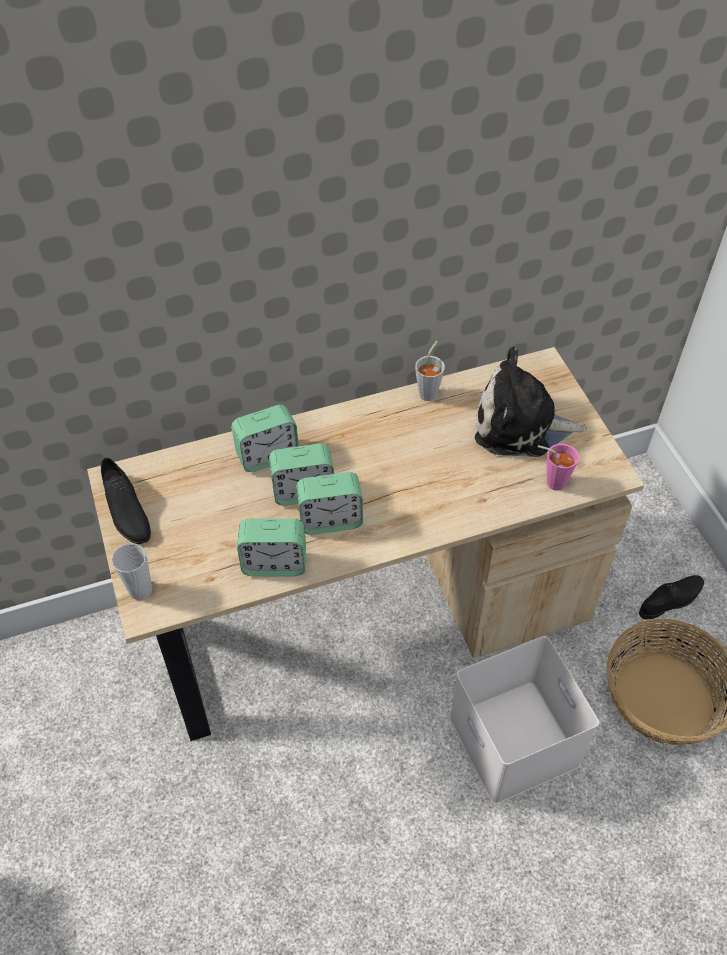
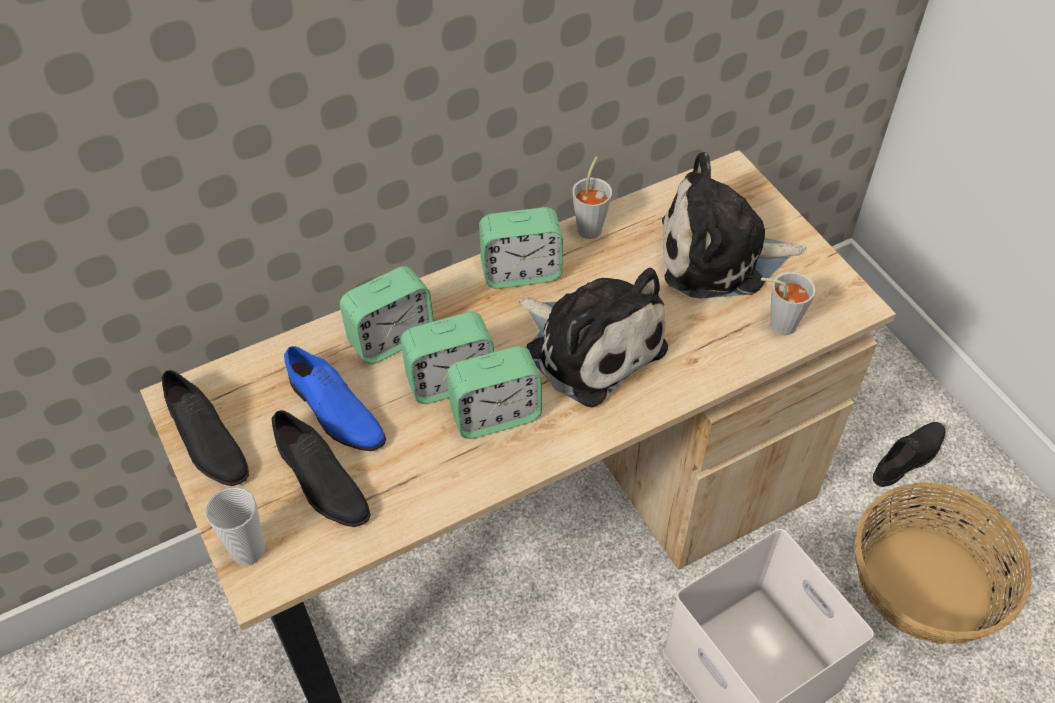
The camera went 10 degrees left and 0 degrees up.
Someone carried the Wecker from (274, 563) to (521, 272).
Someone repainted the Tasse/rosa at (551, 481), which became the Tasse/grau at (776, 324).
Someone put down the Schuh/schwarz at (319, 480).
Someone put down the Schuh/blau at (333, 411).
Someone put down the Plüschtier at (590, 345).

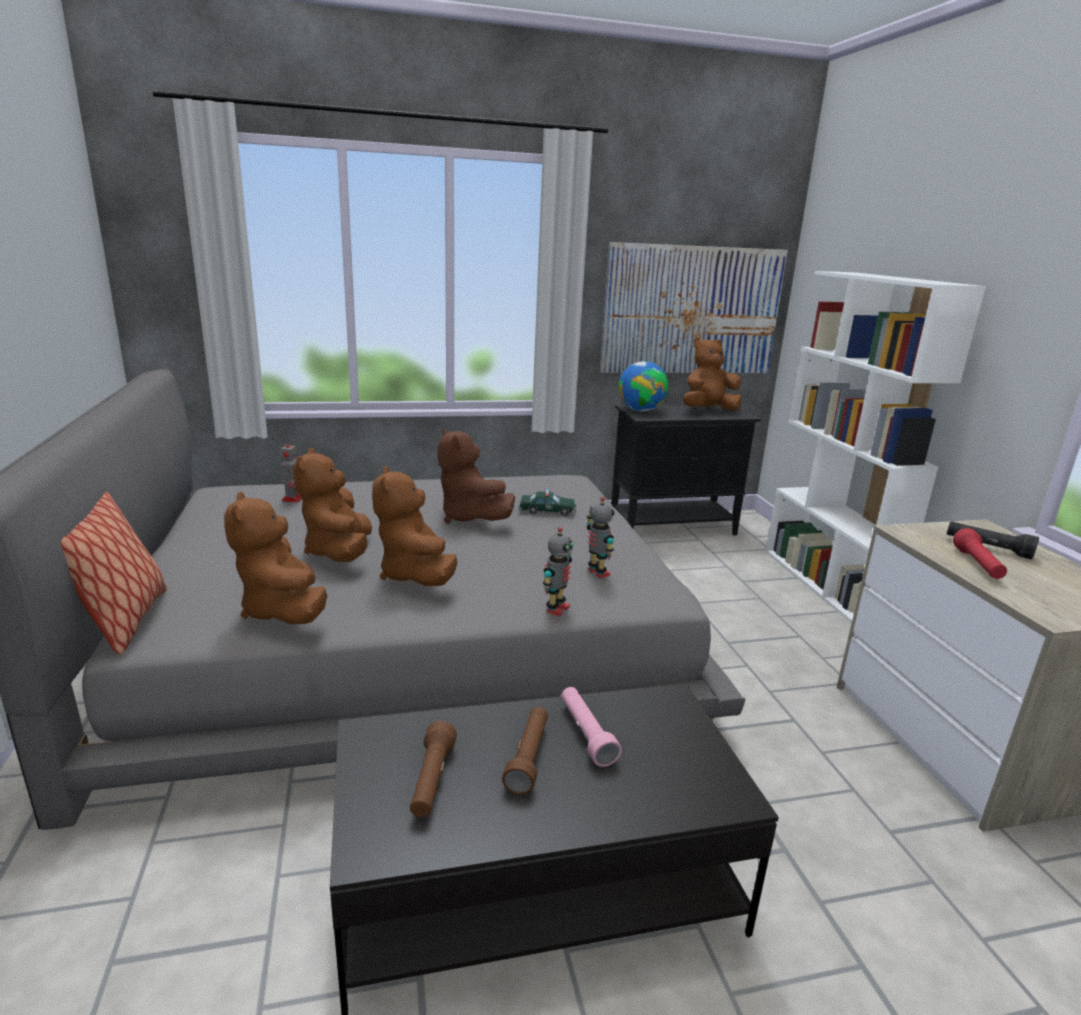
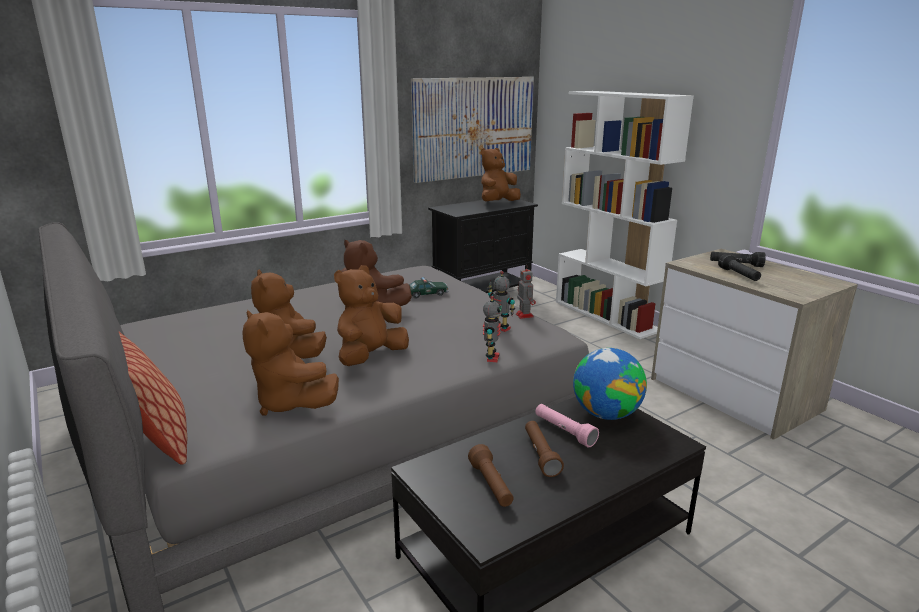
The camera went 20 degrees left and 0 degrees up.
Someone carried the Spielzeugroboter from (293, 498) to (524, 315).
Someone rotated the Plüschtier/braun at (416, 575) by 75 degrees clockwise.
Someone carried the Globus from (640, 410) to (606, 414).
Someone repainted the Taschenlampe/rot at (977, 565), which became the Taschenlampe/schwarz at (738, 275).

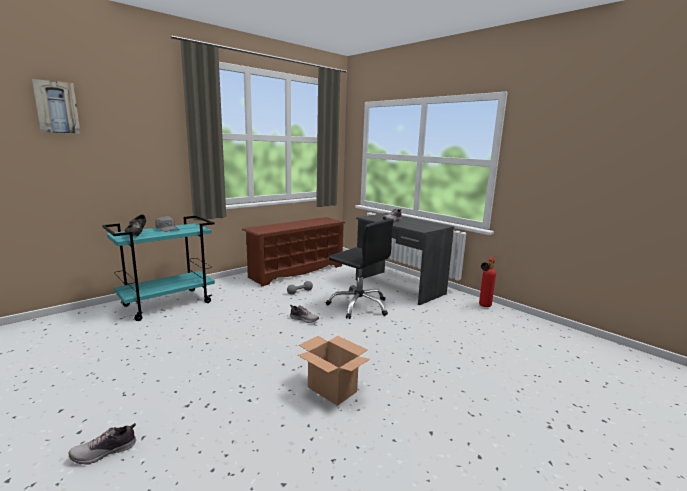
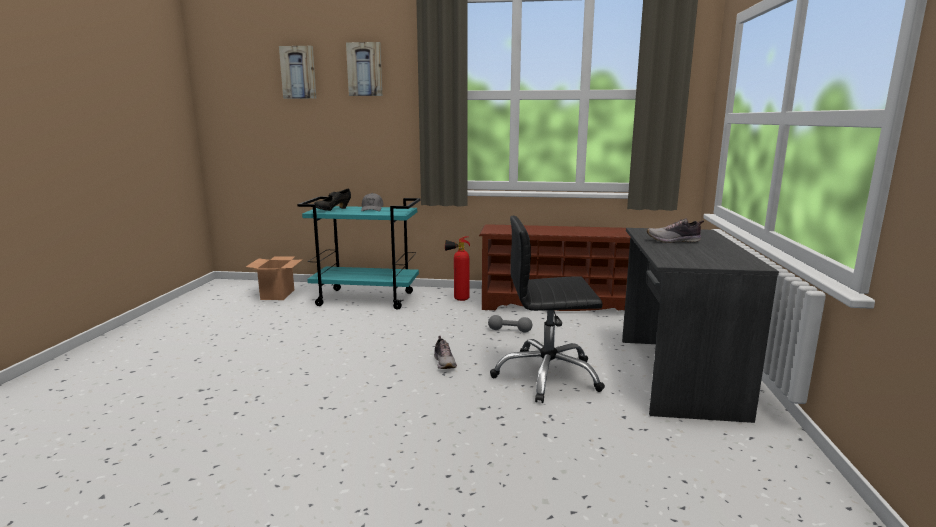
The camera went 50 degrees right and 0 degrees up.
Someone took away the Schuh at (105, 452).
Someone carried the Karton from (331, 389) to (277, 294).
Someone rotated the Bürostuhl/schwarz at (359, 306) by 90 degrees clockwise.
Someone carried the Feuerlöscher from (483, 306) to (457, 299).
Someone put up the Bild at (365, 69).

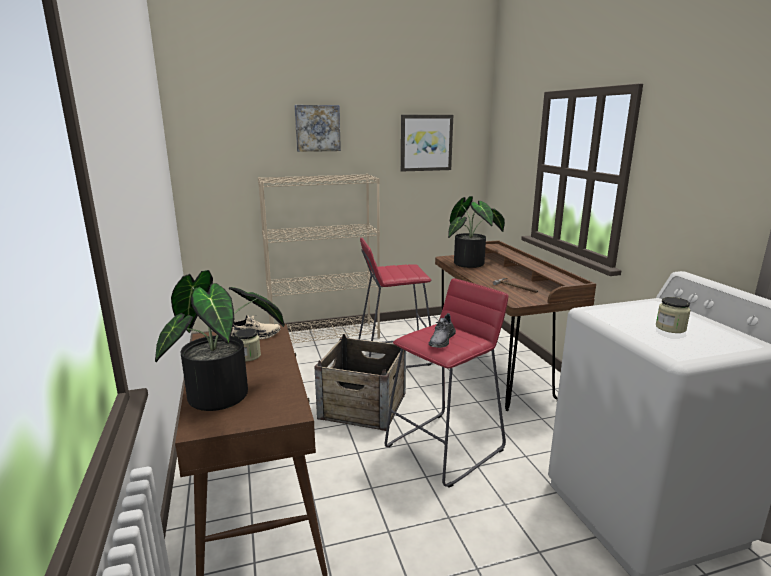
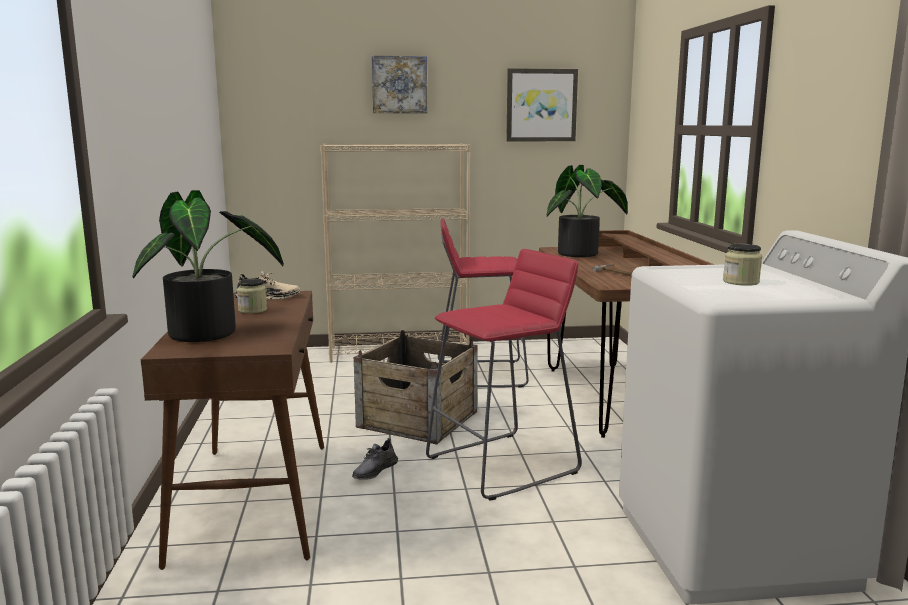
The camera went 10 degrees right and 5 degrees down.
Someone carried the Schuh/grau from (441, 340) to (374, 470).

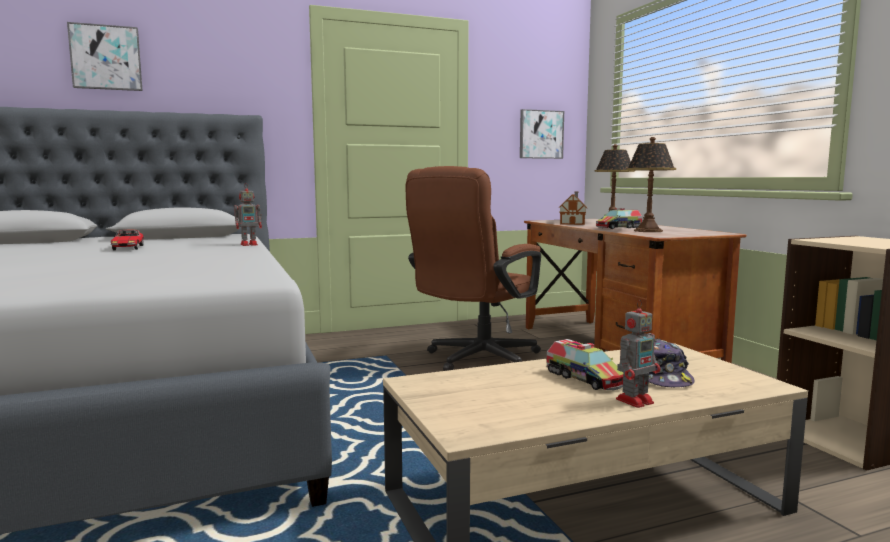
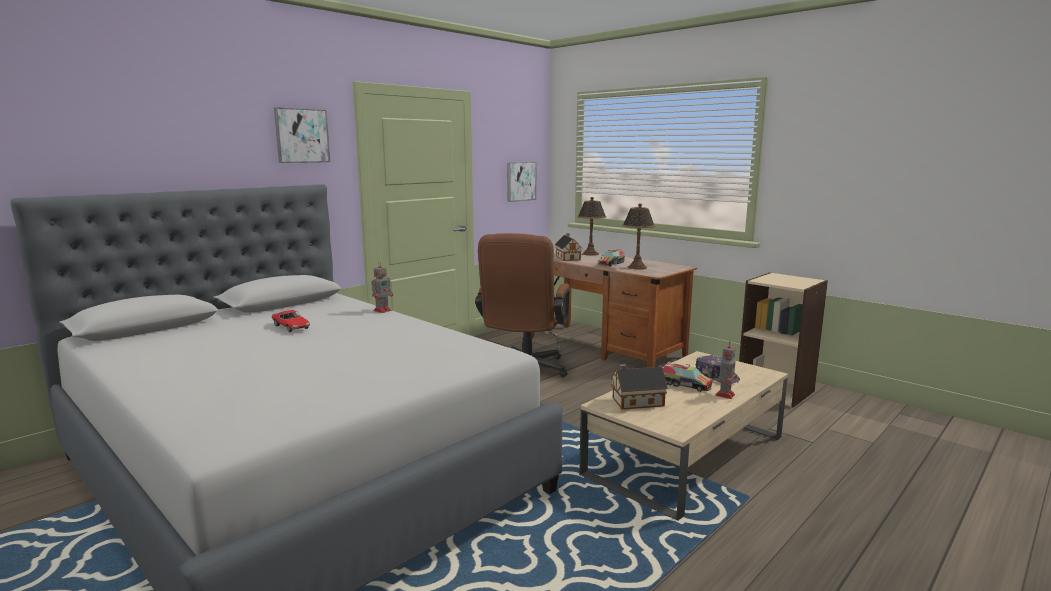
The camera went 25 degrees left and 5 degrees up.
Someone carried the Bild from (106, 58) to (301, 135).
Someone put down the Spielzeughaus at (635, 401).

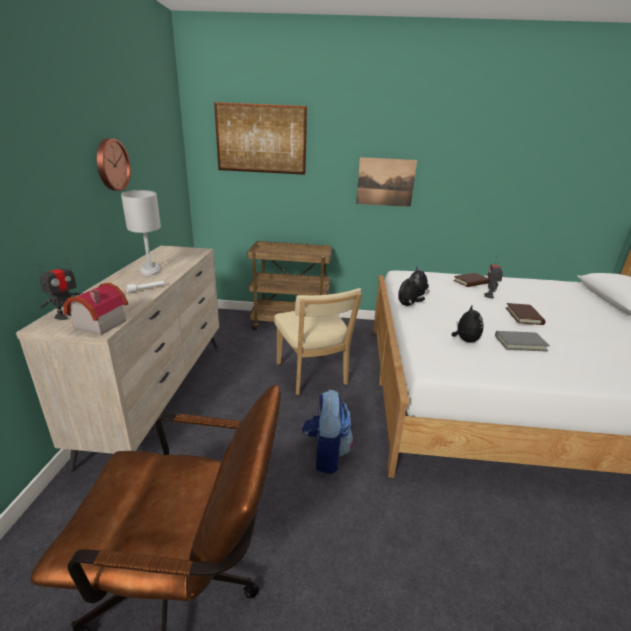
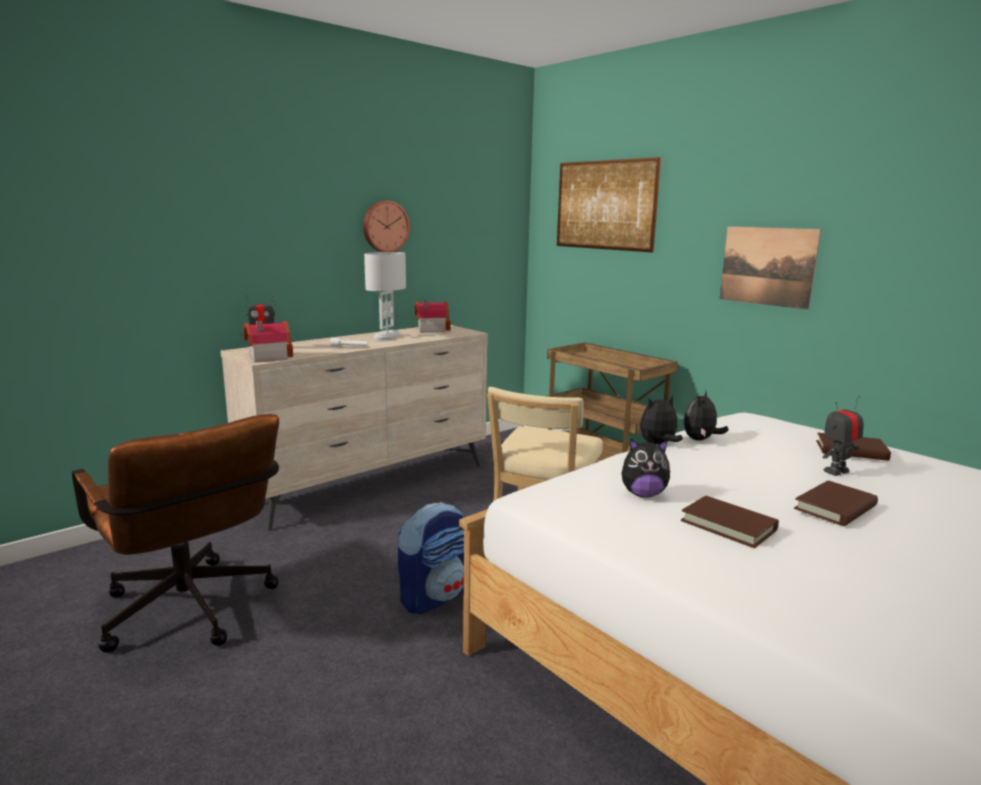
The camera went 45 degrees right and 10 degrees down.
Someone rotated the Plüschtier at (465, 340) by 45 degrees clockwise.
Someone repainted the Buch/grau at (520, 343), which became the Buch/braun at (728, 525).
Someone put down the Spielzeughaus at (430, 329).

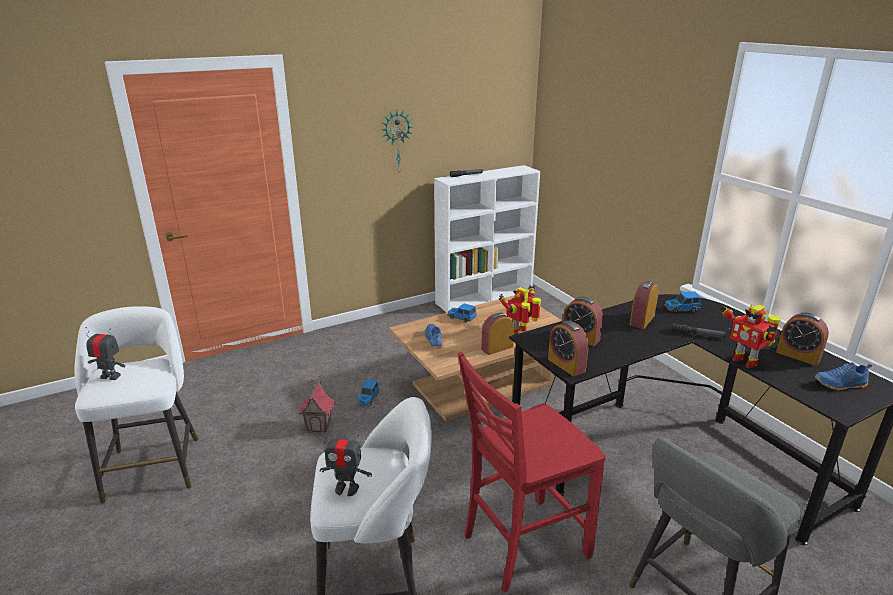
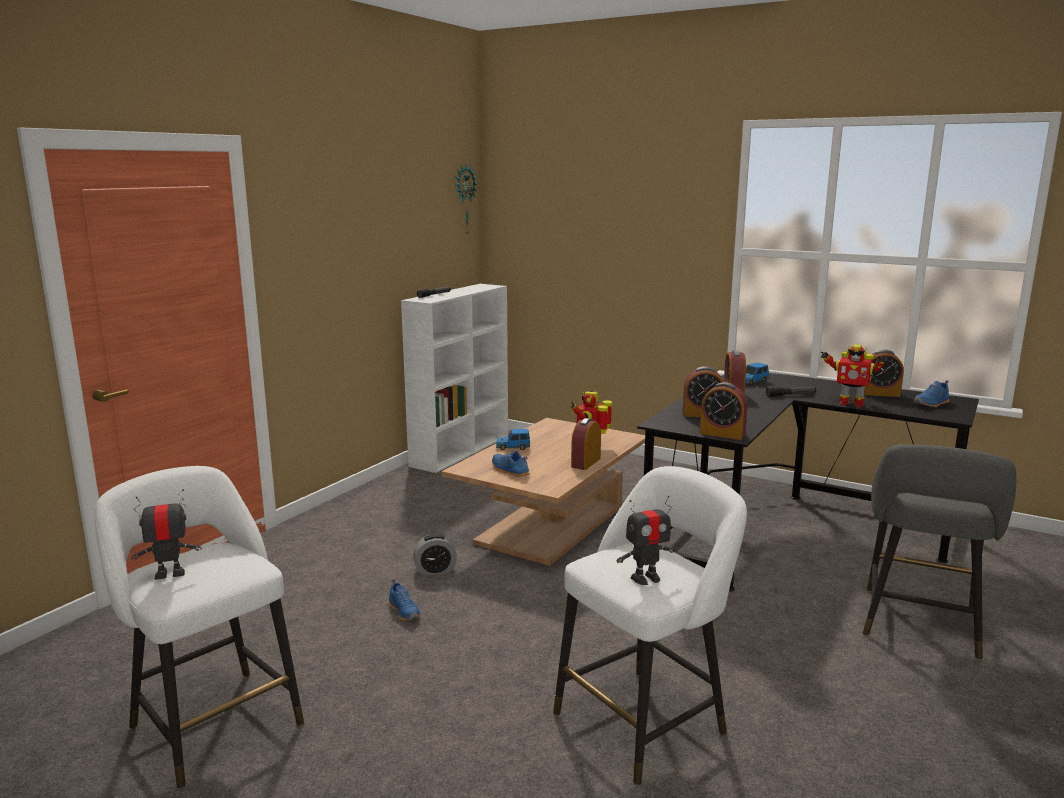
The camera went 30 degrees left and 10 degrees down.
Someone swapped the Spielzeughaus at (319, 425) for the Schuh/blau at (405, 611).
Someone swapped the Spielzeugauto at (368, 399) for the Wecker at (435, 570).
Someone carried the Wanduhr from (396, 142) to (464, 200).
Someone took away the Stuhl/rot at (522, 544).

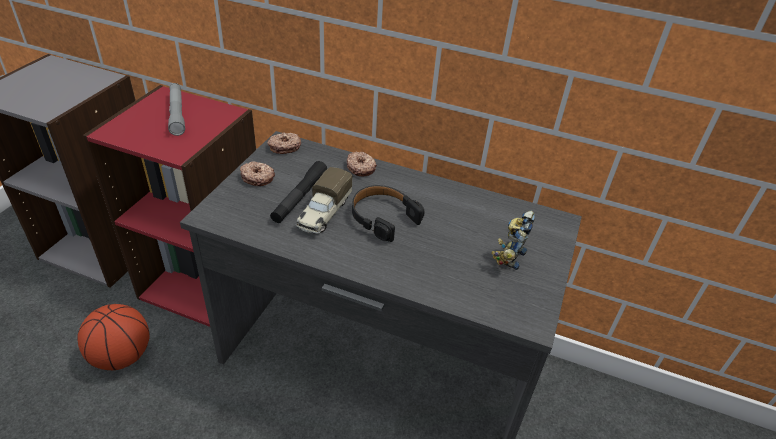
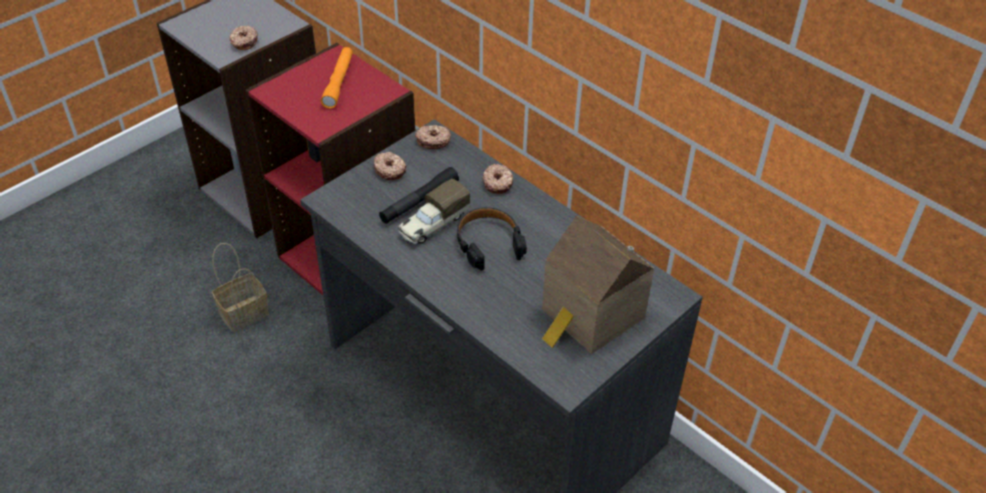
The camera went 25 degrees right and 5 degrees up.
Someone swapped the Basketball at (122, 356) for the Korb at (245, 312).
Someone repainted the Taschenlampe/grau at (177, 114), which became the Taschenlampe/orange at (338, 82).
Someone swapped the Spielzeugroboter at (509, 256) for the Spielzeughaus at (590, 317).
Someone put down the Donut at (244, 42).

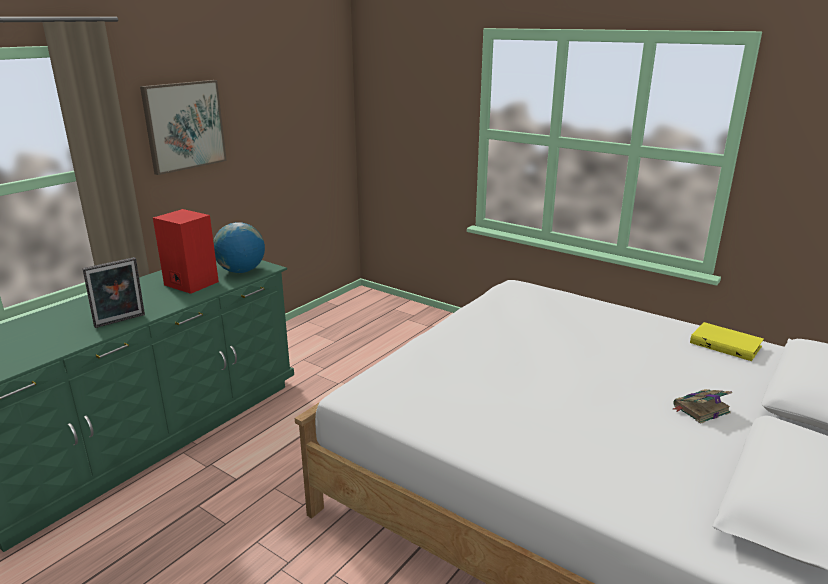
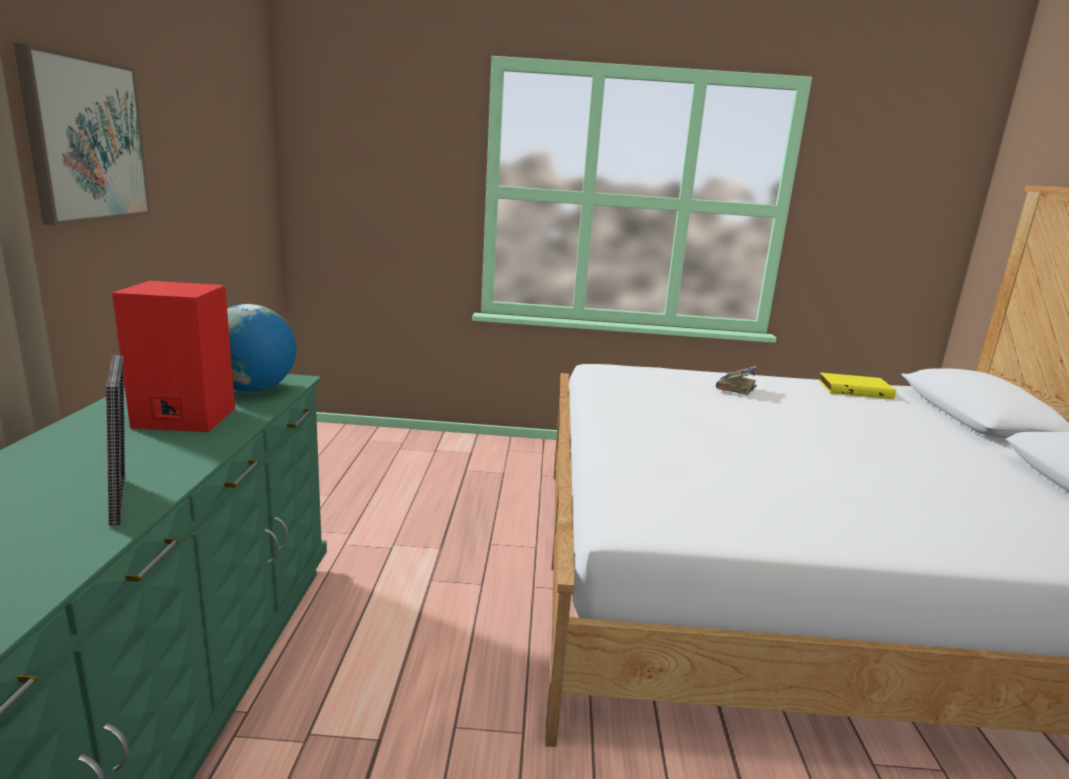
The camera went 35 degrees left and 5 degrees down.
Someone rotated the Bilderrahmen at (120, 321) by 45 degrees counterclockwise.
Someone carried the Buch from (700, 409) to (735, 387).

